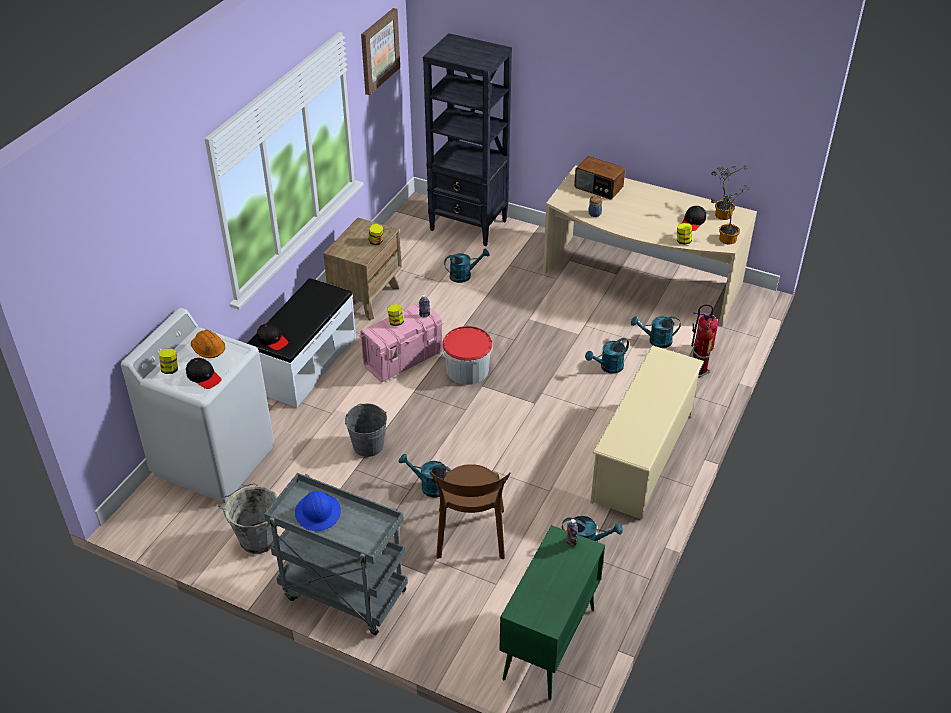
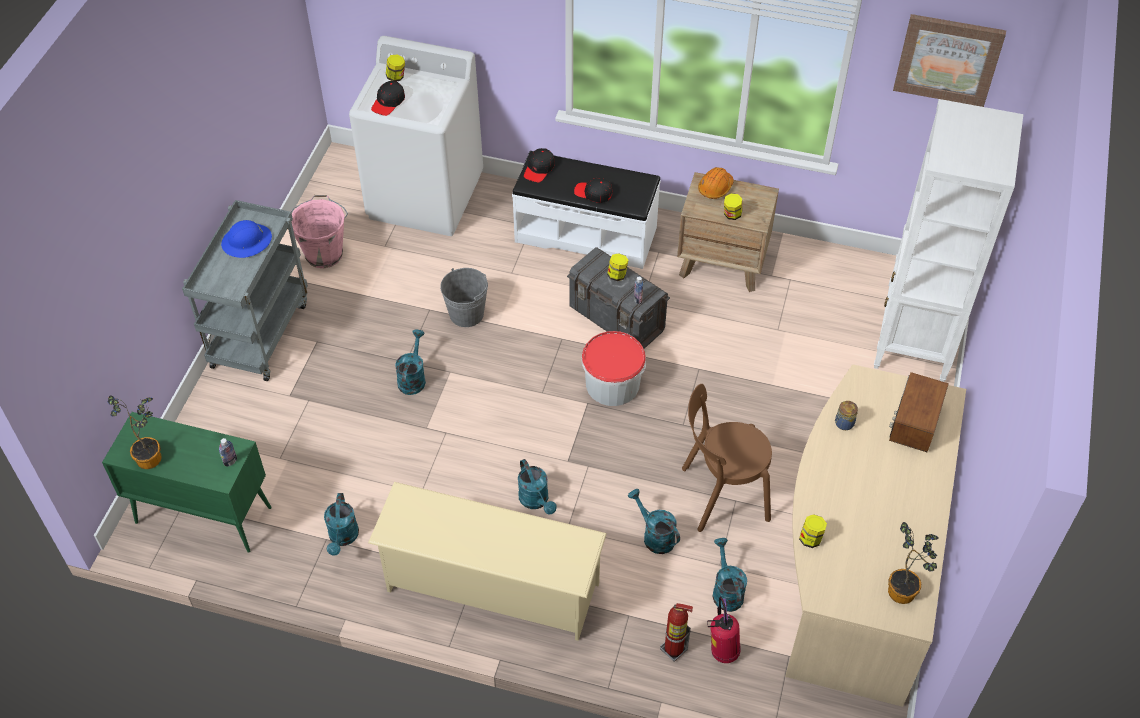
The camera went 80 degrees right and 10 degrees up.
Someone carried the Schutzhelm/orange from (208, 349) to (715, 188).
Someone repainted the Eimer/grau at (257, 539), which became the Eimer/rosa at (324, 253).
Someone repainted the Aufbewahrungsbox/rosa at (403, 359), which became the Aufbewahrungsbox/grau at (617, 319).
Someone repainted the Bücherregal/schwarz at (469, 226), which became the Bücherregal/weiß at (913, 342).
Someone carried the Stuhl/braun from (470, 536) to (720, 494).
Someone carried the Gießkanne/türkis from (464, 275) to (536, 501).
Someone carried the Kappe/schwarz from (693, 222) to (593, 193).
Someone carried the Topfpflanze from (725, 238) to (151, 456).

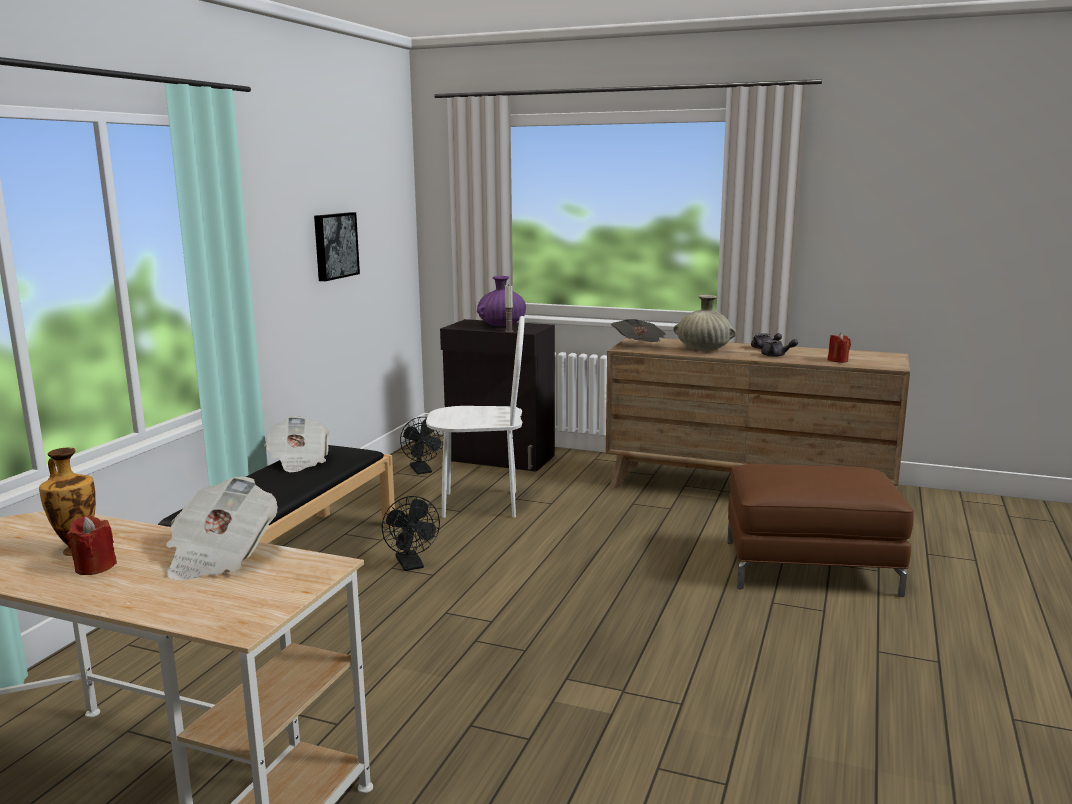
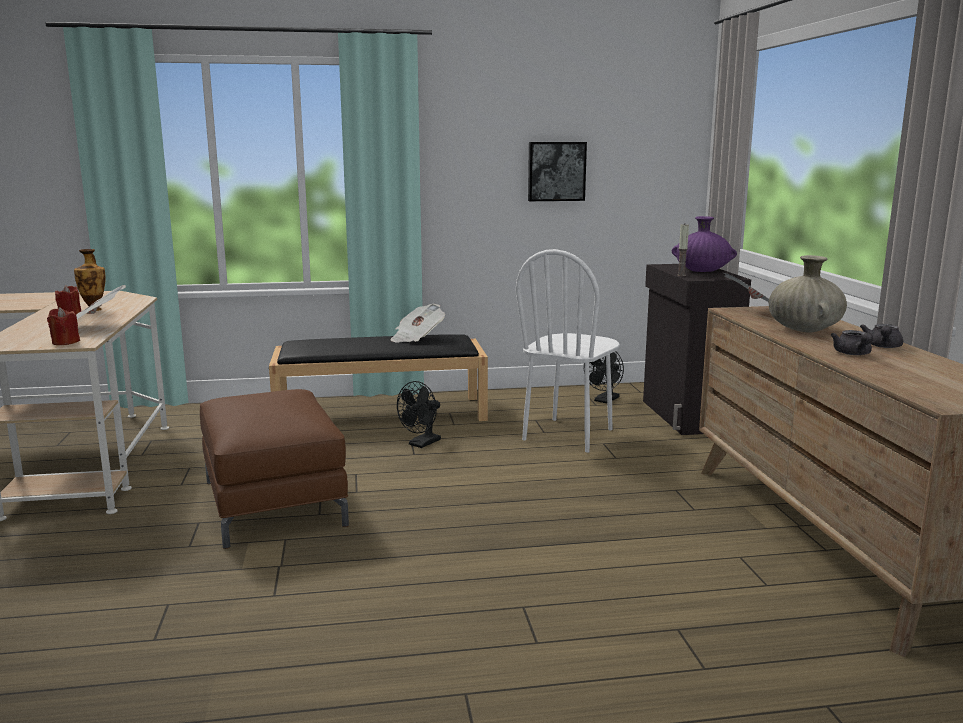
The camera went 60 degrees right and 0 degrees up.
Someone rotated the Stuhl/weiß at (480, 504) by 60 degrees clockwise.
Someone carried the Polsterhocker/braun from (809, 567) to (273, 503).
Someone carried the Kerze/rot from (838, 360) to (65, 342).

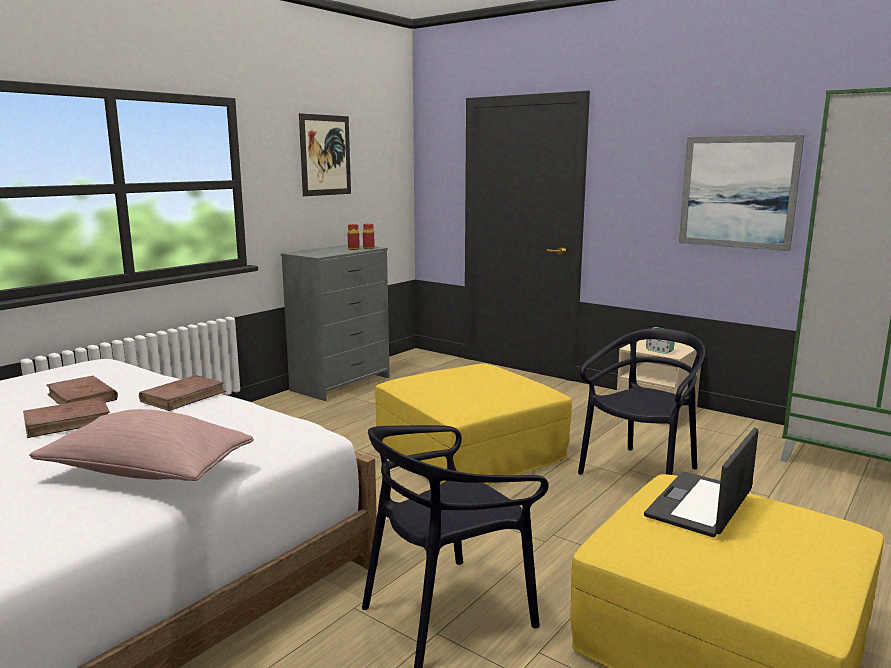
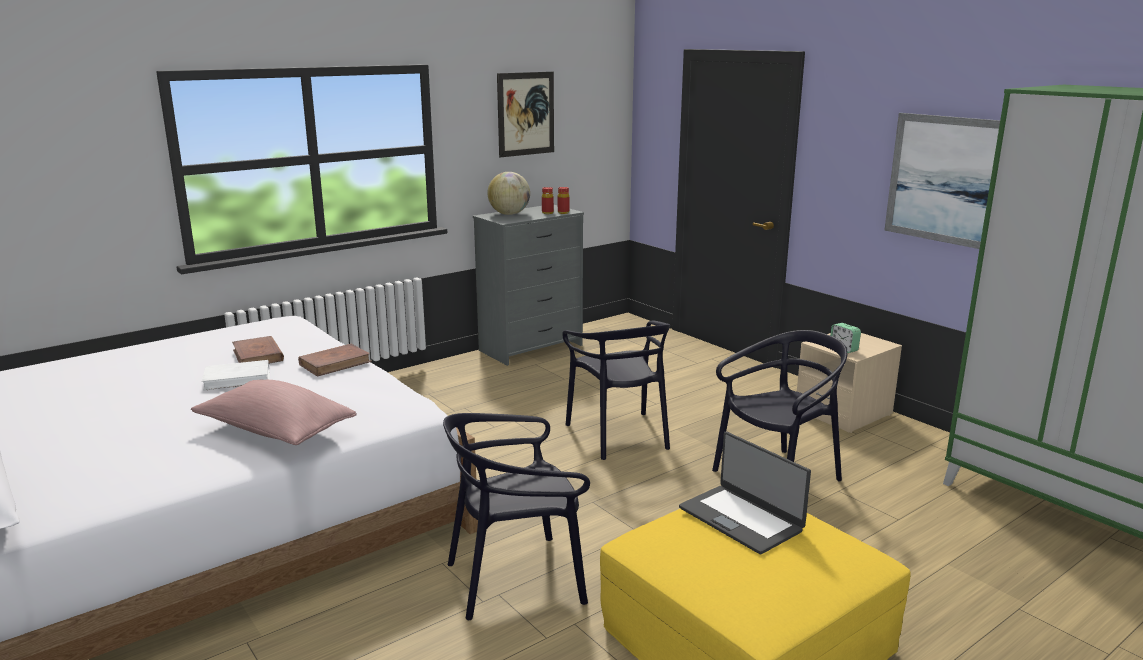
The camera went 15 degrees right and 5 degrees up.
Someone repainted the Buch/braun at (68, 422), which became the Buch/weiß at (238, 379).
Someone swapped the Polsterhocker/gelb at (470, 452) for the Stuhl/schwarz at (619, 435).
Someone rotated the Laptop at (701, 505) by 90 degrees counterclockwise.
Someone put down the Globus at (509, 214).

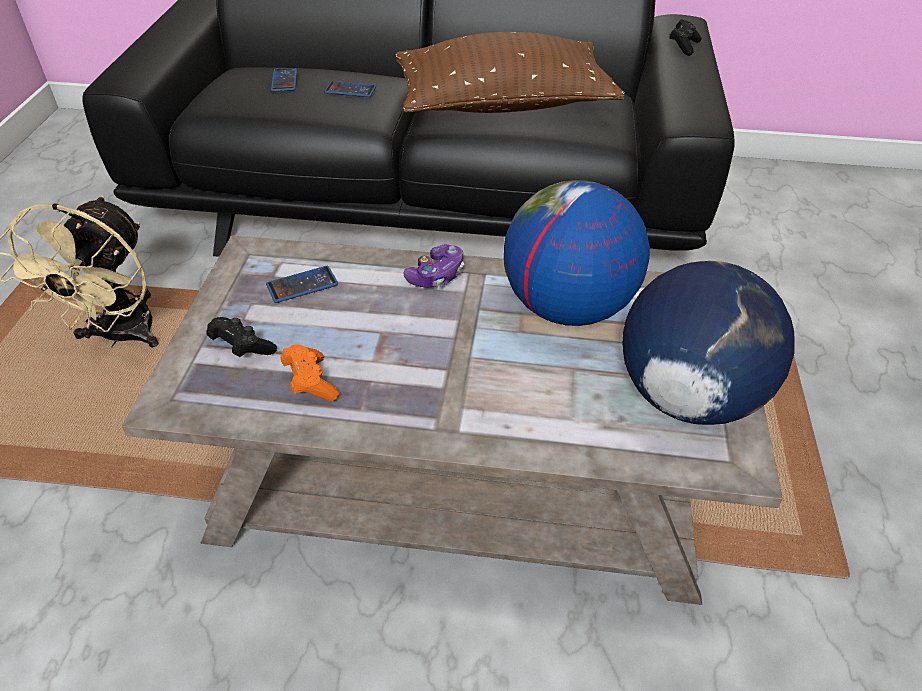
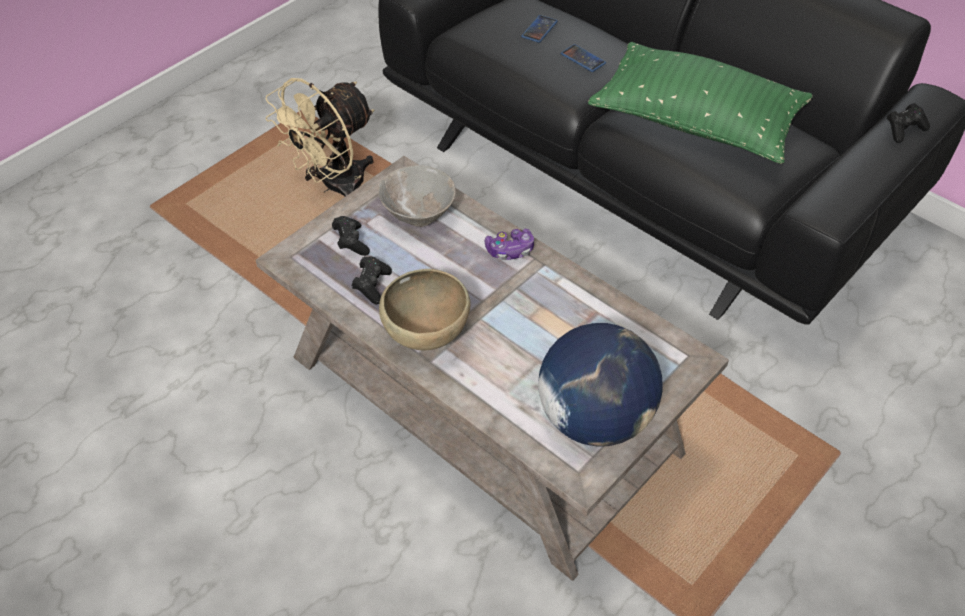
The camera went 35 degrees right and 5 degrees up.
Someone swapped the Handy at (302, 285) for the Schüssel/grau at (419, 215).
Someone repainted the Gamepad/orange at (310, 382), which became the Gamepad/schwarz at (372, 286).
Someone repainted the Kissen/braun at (503, 105), which became the Kissen/grün at (696, 123).
Someone took away the Globus at (567, 307).
Someone put down the Schüssel/braun at (427, 336).

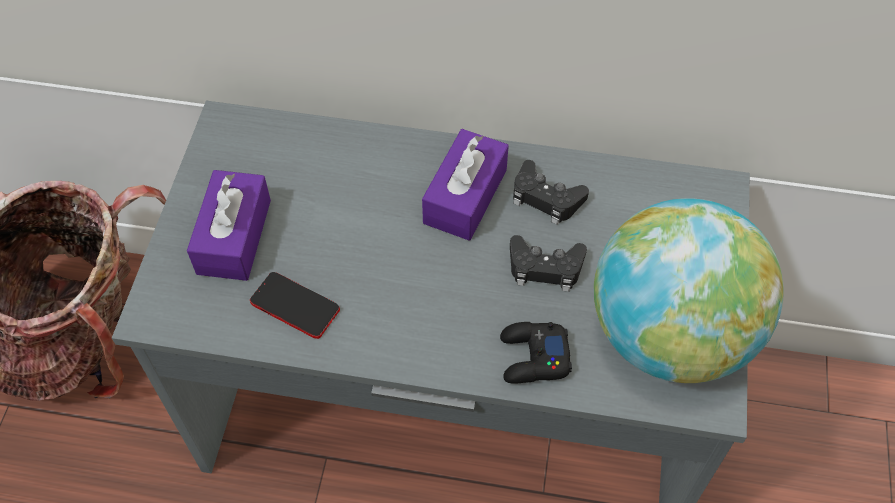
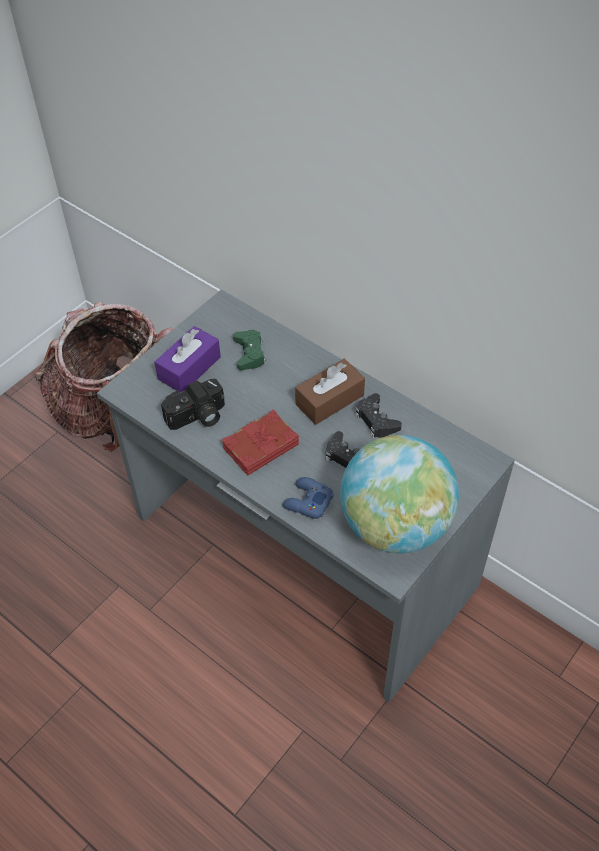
The camera went 30 degrees right and 5 degrees down.
Someone swapped the Handy at (295, 306) for the Kamera at (197, 417).
Someone repainted the Taschentuchbox/lila at (465, 196), which became the Taschentuchbox/braun at (329, 400).
Someone repainted the Gamepad/schwarz at (533, 358), which became the Gamepad/blau at (307, 502).
Someone put down the Buch/rot at (260, 446).
Someone put down the Gamepad/grün at (249, 353).

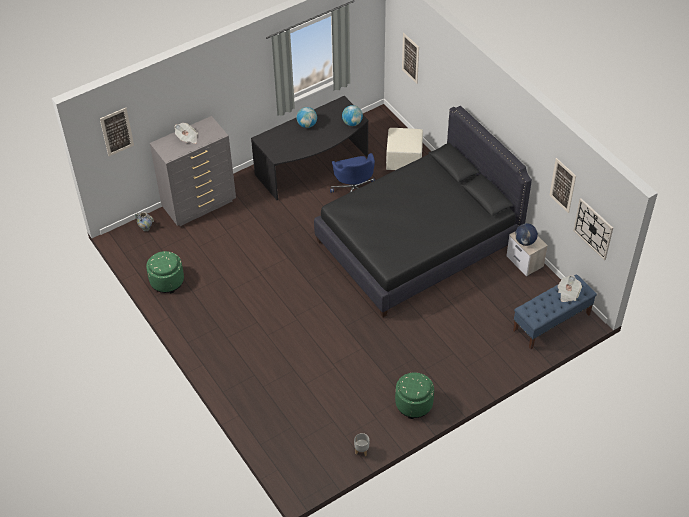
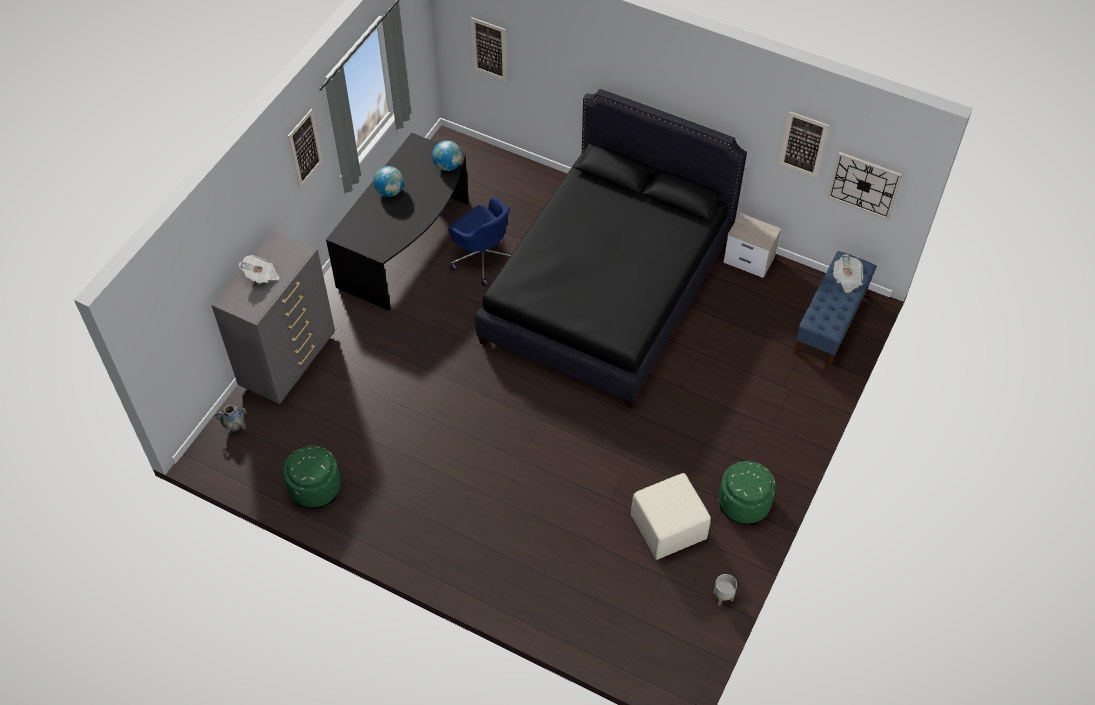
The camera went 30 degrees left and 5 degrees up.
Someone carried the Bild from (117, 132) to (305, 148).
Someone carried the Polsterhocker/beige from (403, 160) to (667, 528).
Someone took away the Globus at (525, 241).

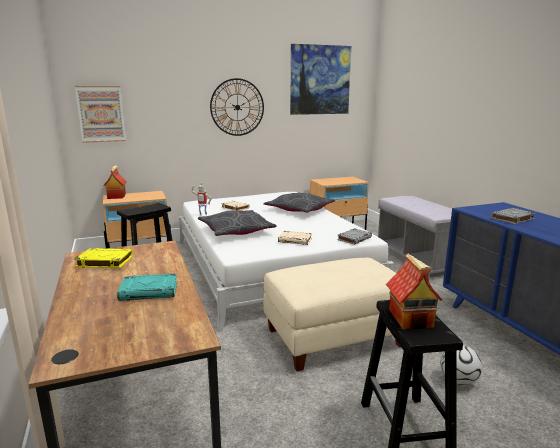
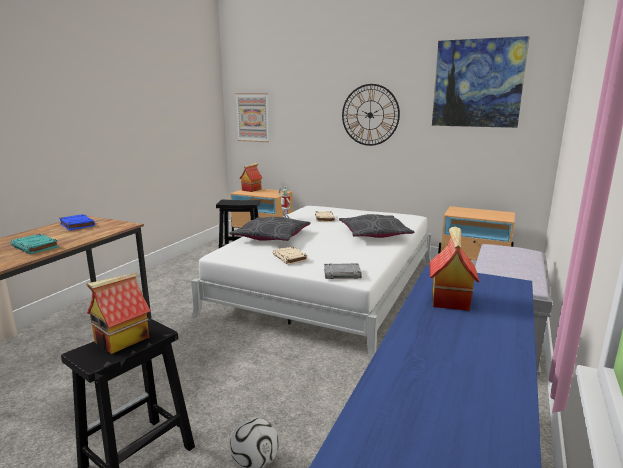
The camera went 45 degrees right and 0 degrees up.
Someone repainted the Buch/gelb at (104, 261), which became the Buch/blau at (77, 225).
Someone took away the Polsterhocker/beige at (334, 337).
Someone swapped the Buch/grau at (512, 219) for the Spielzeughaus at (449, 299).

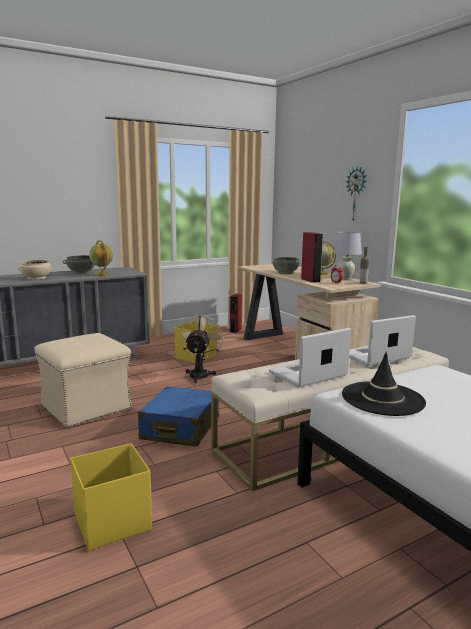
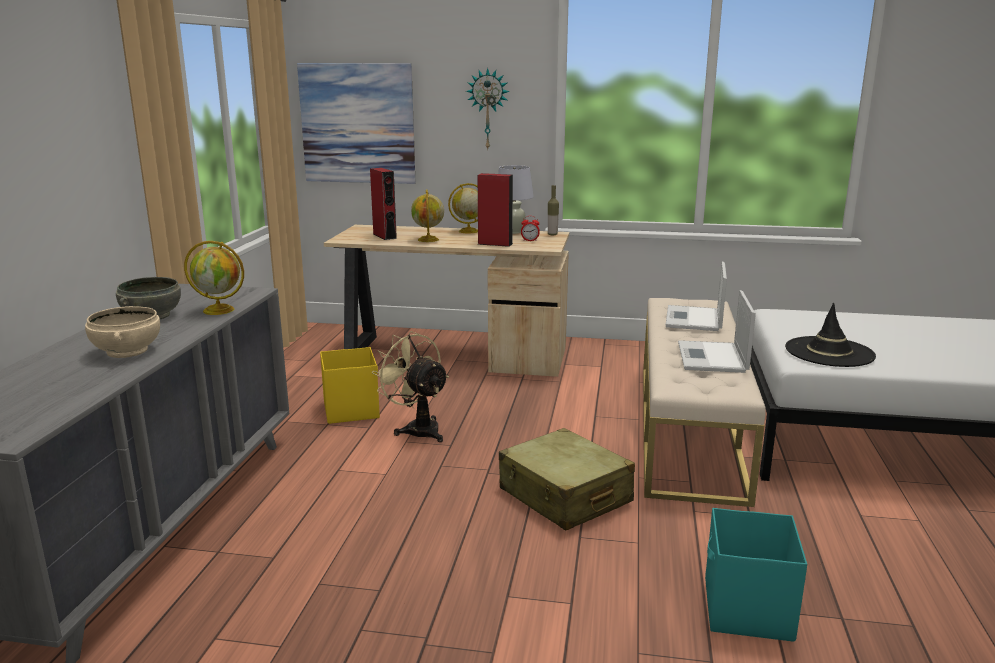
The camera went 50 degrees left and 5 degrees up.
Someone took away the Polsterhocker/beige at (87, 406).
Someone repainted the Aufbewahrungsbox/gelb at (111, 522), which became the Aufbewahrungsbox/türkis at (747, 610).
Someone repainted the Koffer/blau at (180, 428), which became the Koffer/beige at (565, 496).
Someone carried the Lautsprecher/rot from (235, 330) to (384, 236).
Someone swapped the Schüssel/grau at (285, 273) for the Globus at (428, 240).
Someone put up the Bild at (358, 124).

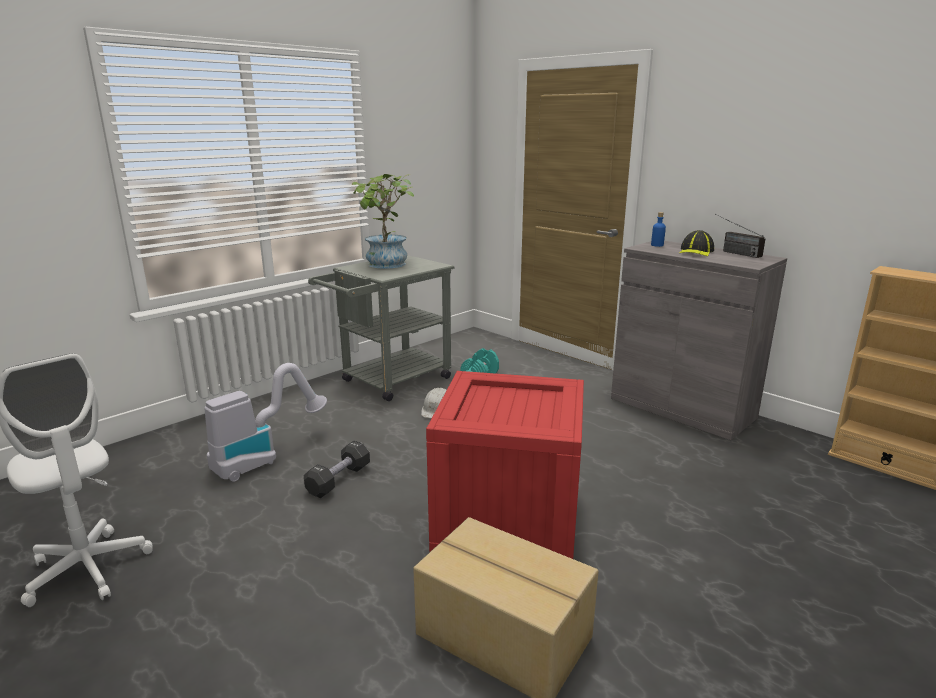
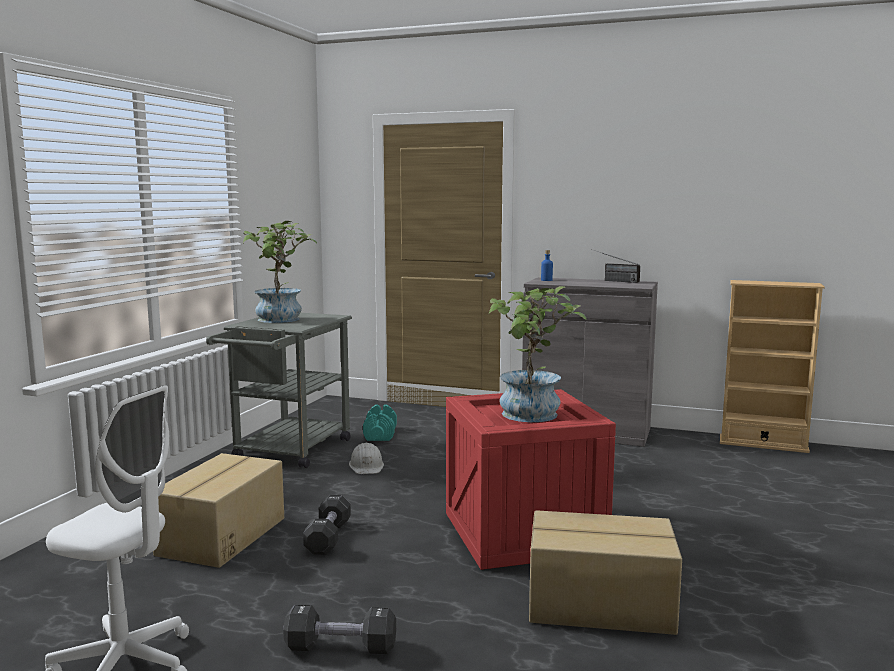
The camera went 25 degrees left and 10 degrees down.
Someone swapped the Staubsauger at (264, 457) for the Karton at (220, 536).
Someone took away the Kappe at (696, 252).
Someone put down the Hantel/schwarz at (341, 647).
Someone put down the Topfpflanze at (531, 416).

